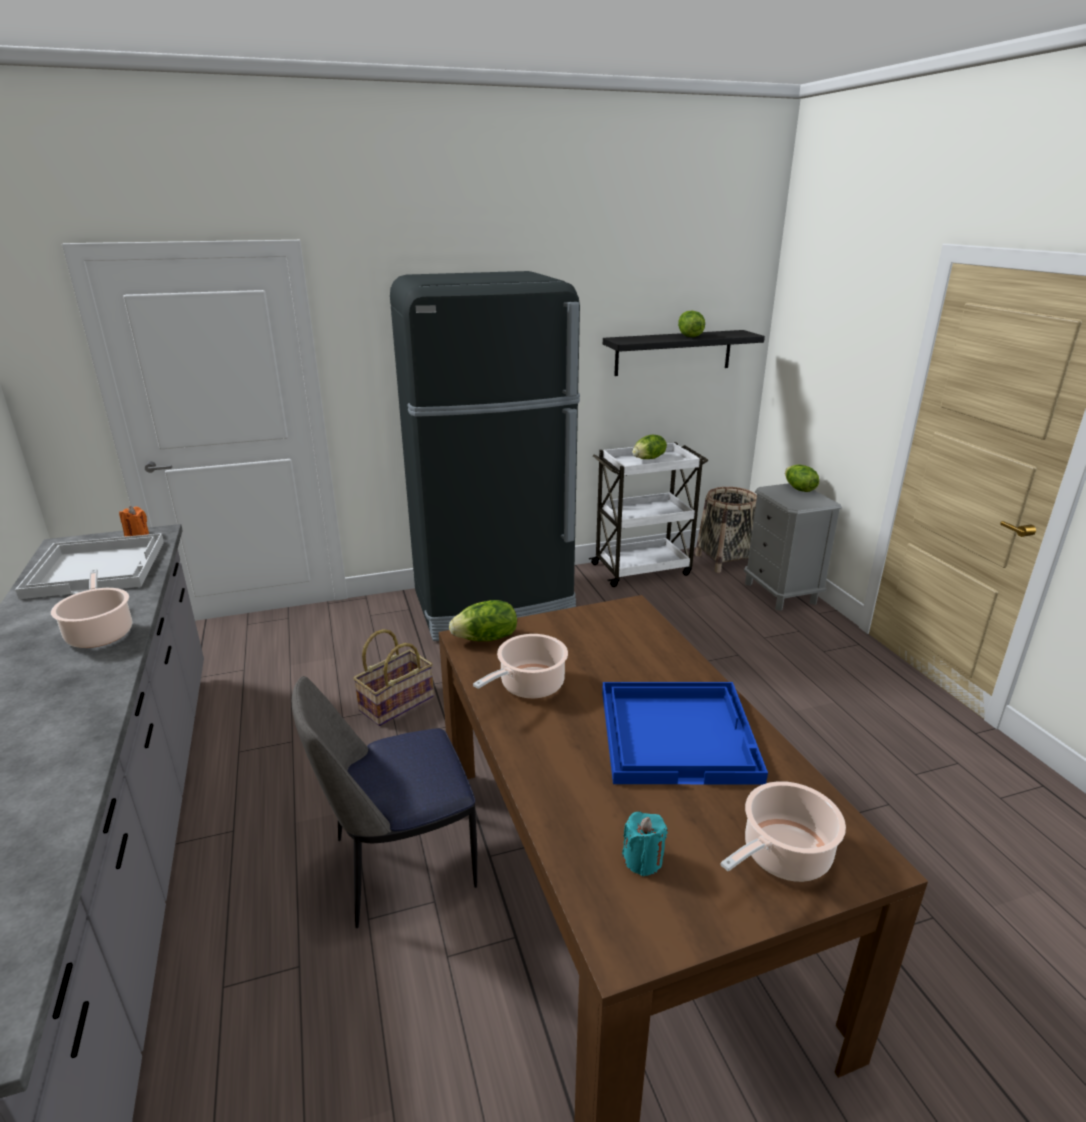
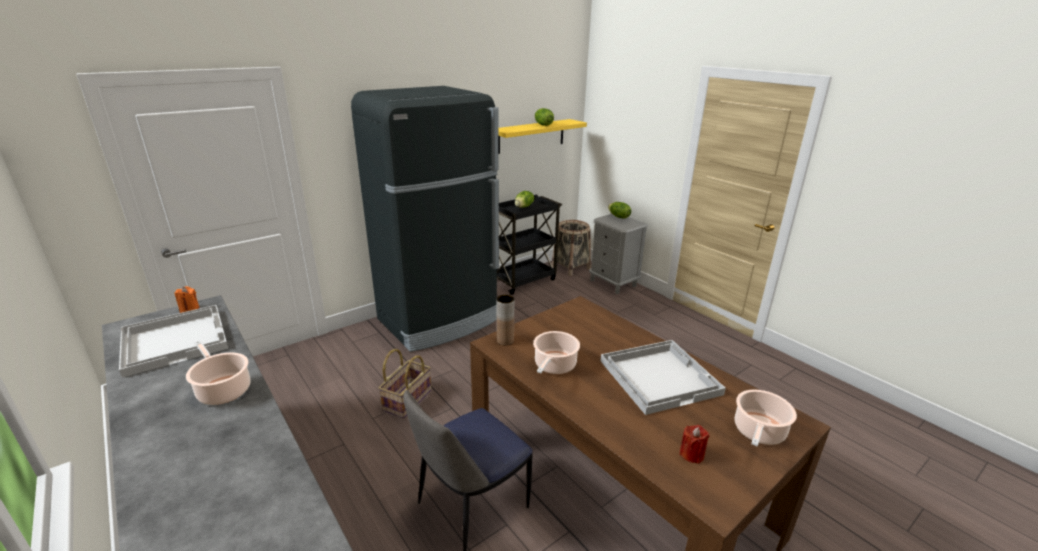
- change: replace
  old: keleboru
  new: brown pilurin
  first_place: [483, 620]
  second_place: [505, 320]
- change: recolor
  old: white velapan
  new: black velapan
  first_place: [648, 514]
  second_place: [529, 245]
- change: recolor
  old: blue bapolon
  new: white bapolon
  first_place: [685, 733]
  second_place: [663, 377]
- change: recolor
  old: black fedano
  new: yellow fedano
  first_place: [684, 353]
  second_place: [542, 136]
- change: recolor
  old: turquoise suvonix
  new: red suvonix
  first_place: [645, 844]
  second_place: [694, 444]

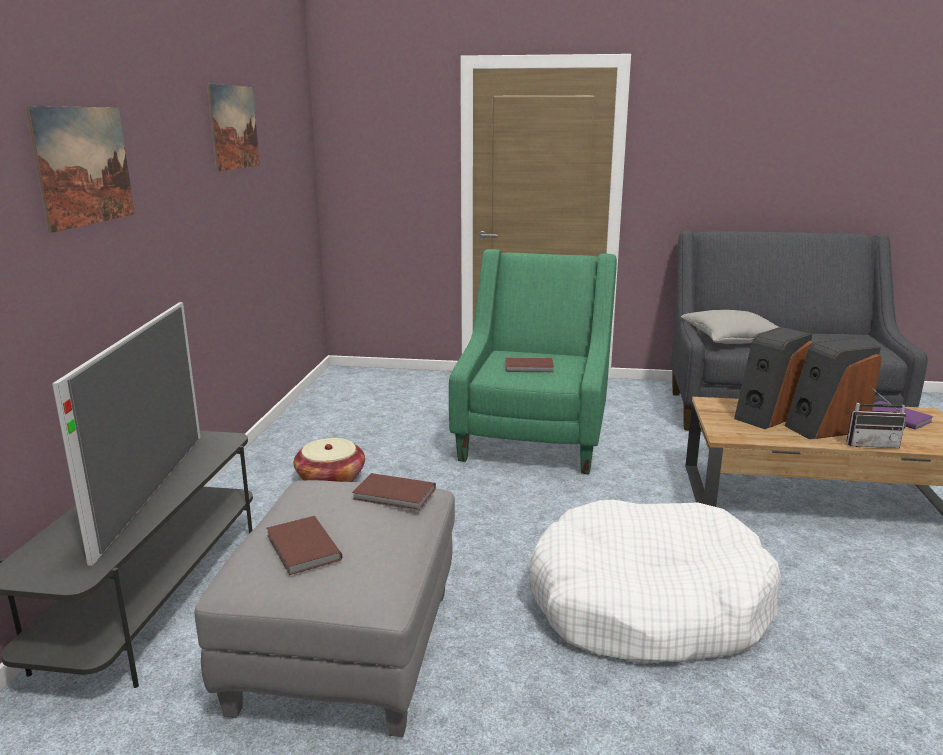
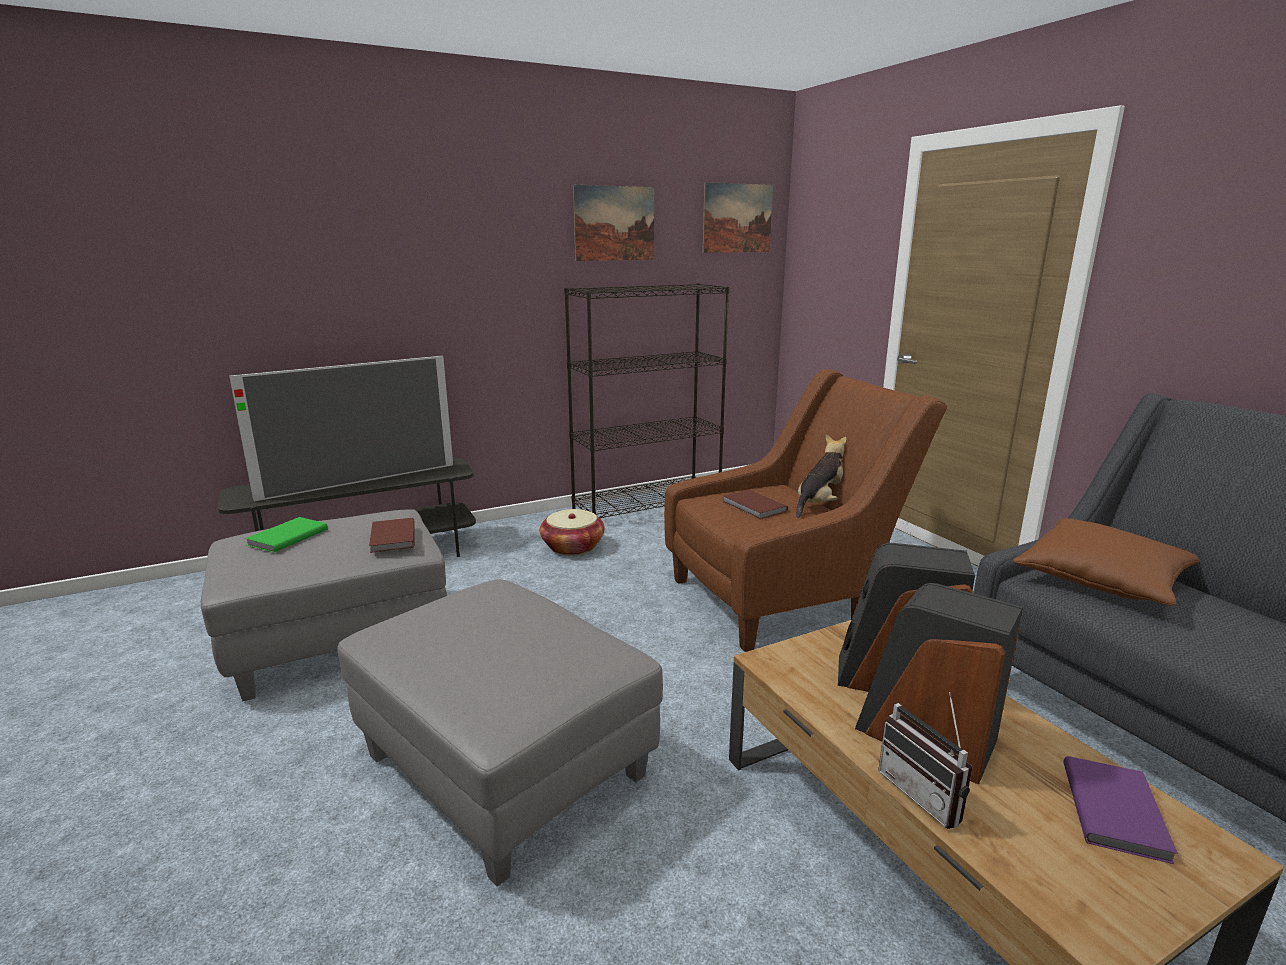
- change: move
  old: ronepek
  first_place: [80, 169]
  second_place: [738, 217]
- change: recolor
  old: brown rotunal
  new: green rotunal
  first_place: [304, 545]
  second_place: [286, 535]
- change: recolor
  old: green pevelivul
  new: brown pevelivul
  first_place: [533, 361]
  second_place: [805, 510]
- change: replace
  old: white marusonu
  new: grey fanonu
  first_place: [654, 582]
  second_place: [500, 733]
- change: recolor
  old: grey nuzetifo
  new: brown nuzetifo
  first_place: [729, 327]
  second_place: [1105, 562]
- change: insert
  new: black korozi
  second_place: [646, 400]
- change: insert
  new: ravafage
  second_place: [821, 476]

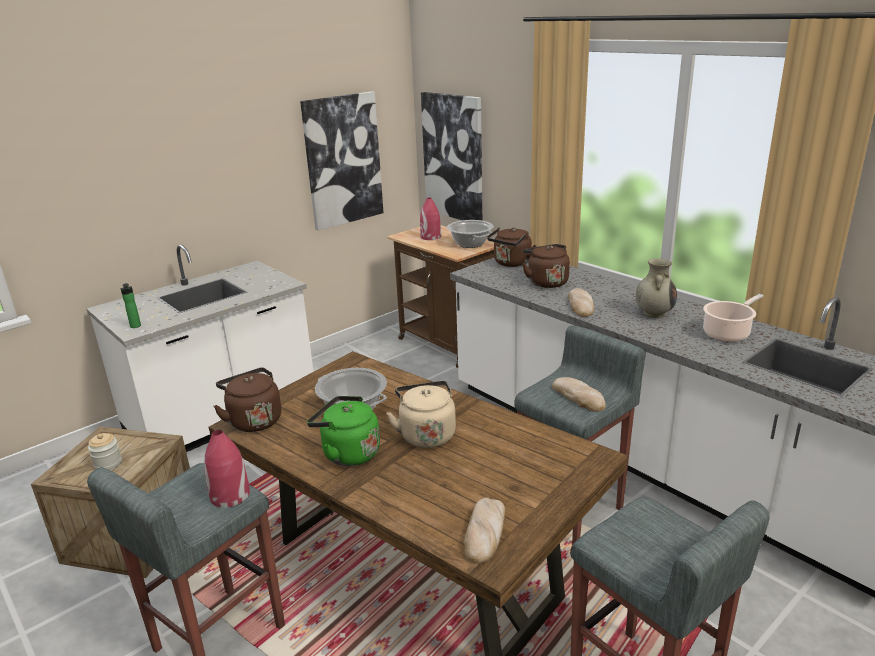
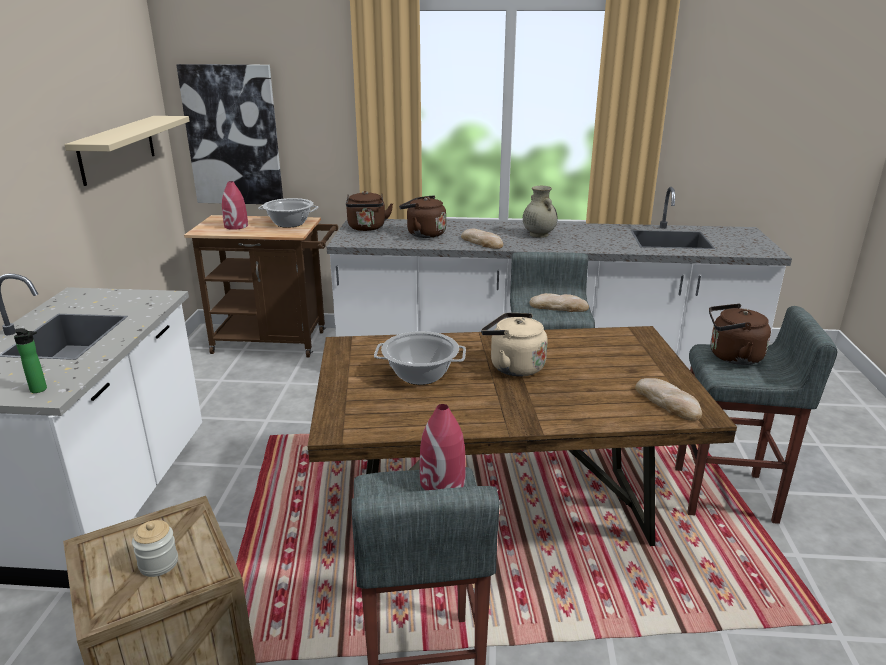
- change: move
  old: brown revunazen
  first_place: [247, 399]
  second_place: [740, 334]
- change: replace
  old: ronepek
  new: beige fedano
  first_place: [342, 161]
  second_place: [127, 151]
- change: delete
  old: green revunazen
  first_place: [343, 431]
- change: delete
  old: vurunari
  first_place: [733, 318]

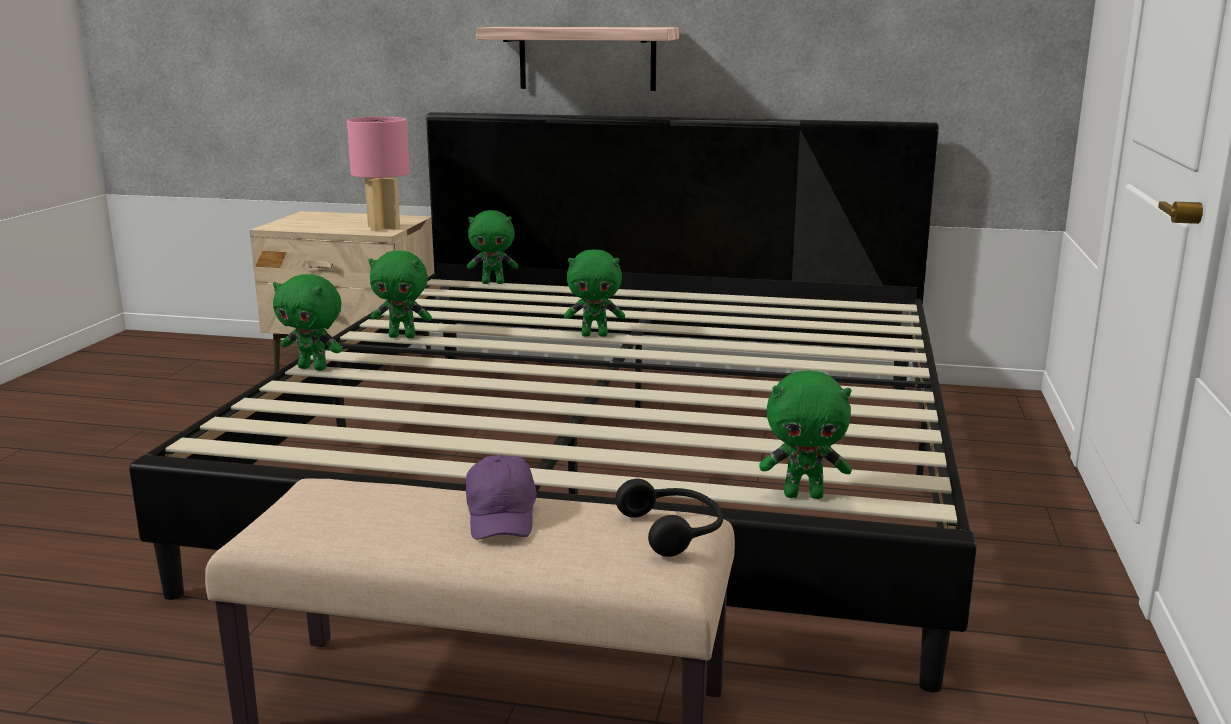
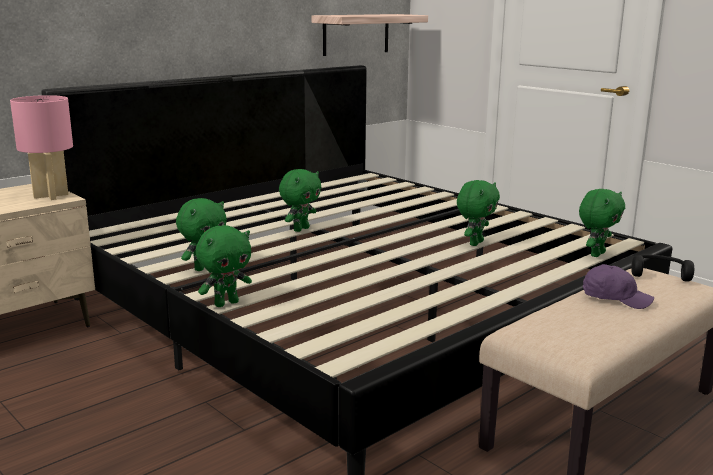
- change: move
  old: green ravafage
  first_place: [492, 247]
  second_place: [478, 213]
- change: move
  old: fedano
  first_place: [577, 59]
  second_place: [369, 35]

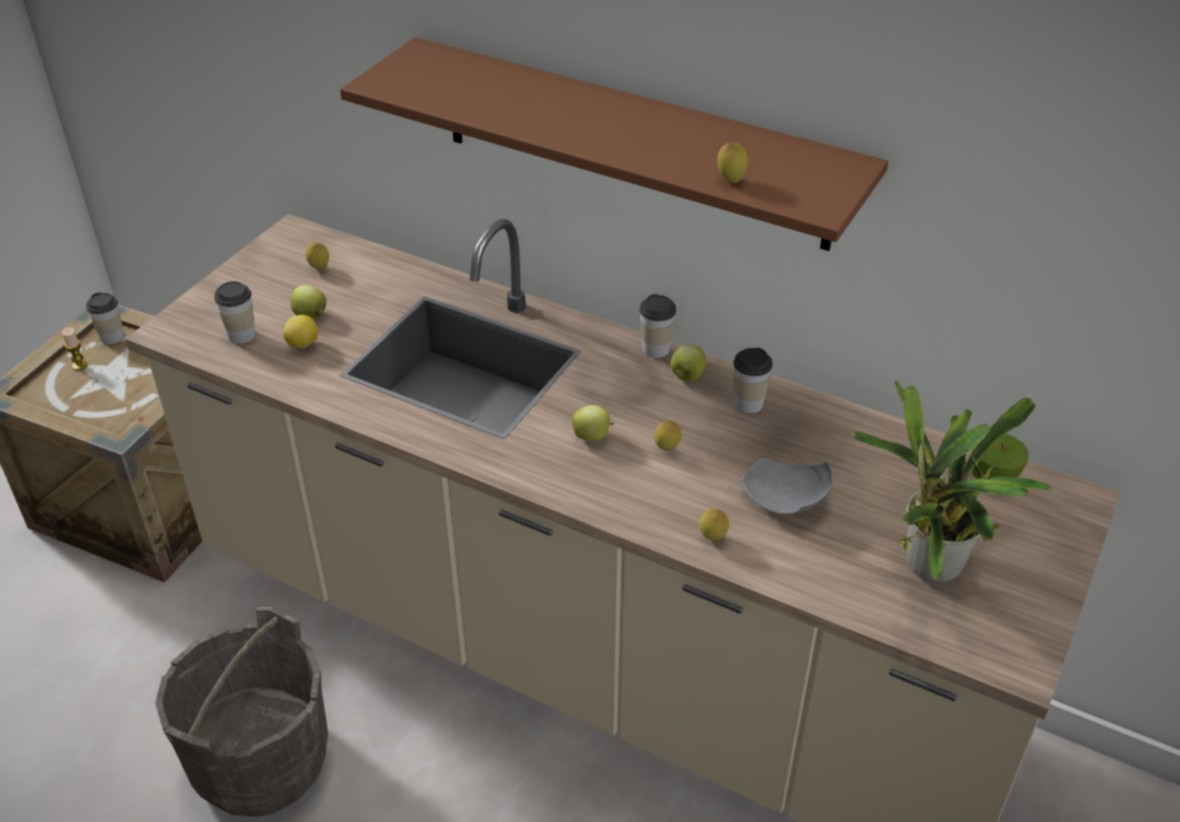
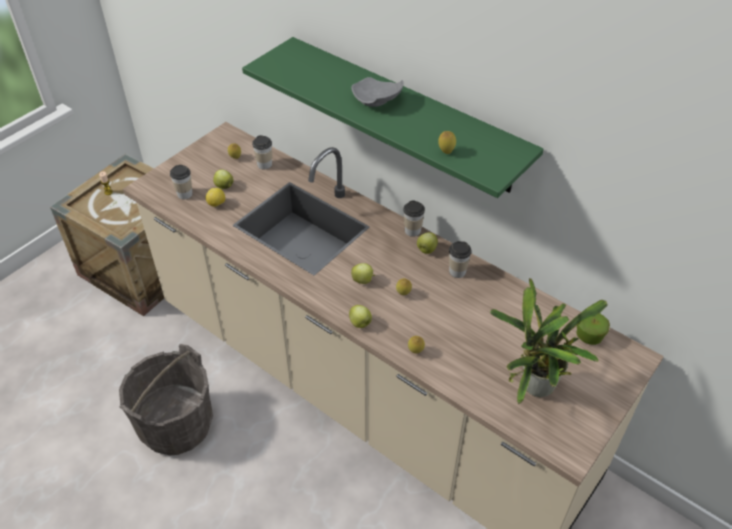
- change: move
  old: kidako
  first_place: [105, 318]
  second_place: [262, 152]
- change: recolor
  old: brown fedano
  new: green fedano
  first_place: [614, 144]
  second_place: [393, 117]
- change: move
  old: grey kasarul
  first_place: [787, 486]
  second_place: [377, 92]
- change: insert
  new: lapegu
  second_place: [360, 316]

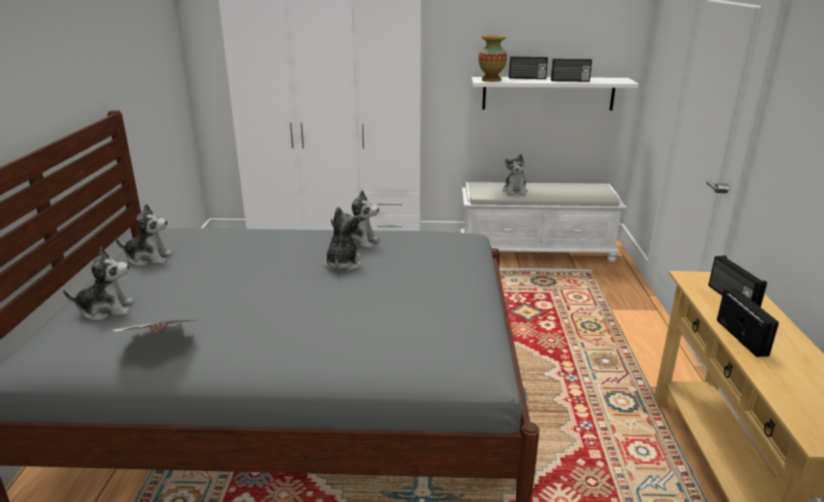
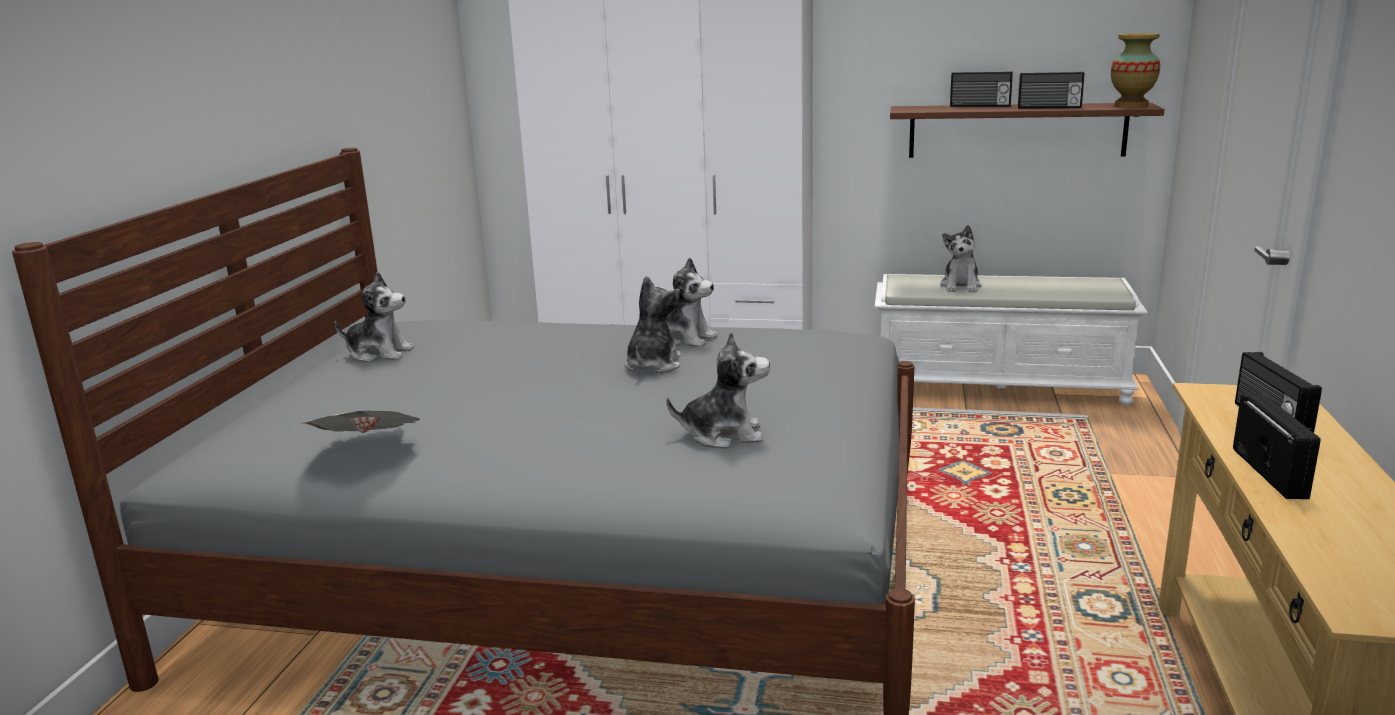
- change: move
  old: ravafage
  first_place: [99, 284]
  second_place: [718, 389]
- change: recolor
  old: white fedano
  new: brown fedano
  first_place: [555, 94]
  second_place: [1027, 130]
- change: move
  old: pilurin
  first_place: [493, 58]
  second_place: [1135, 70]

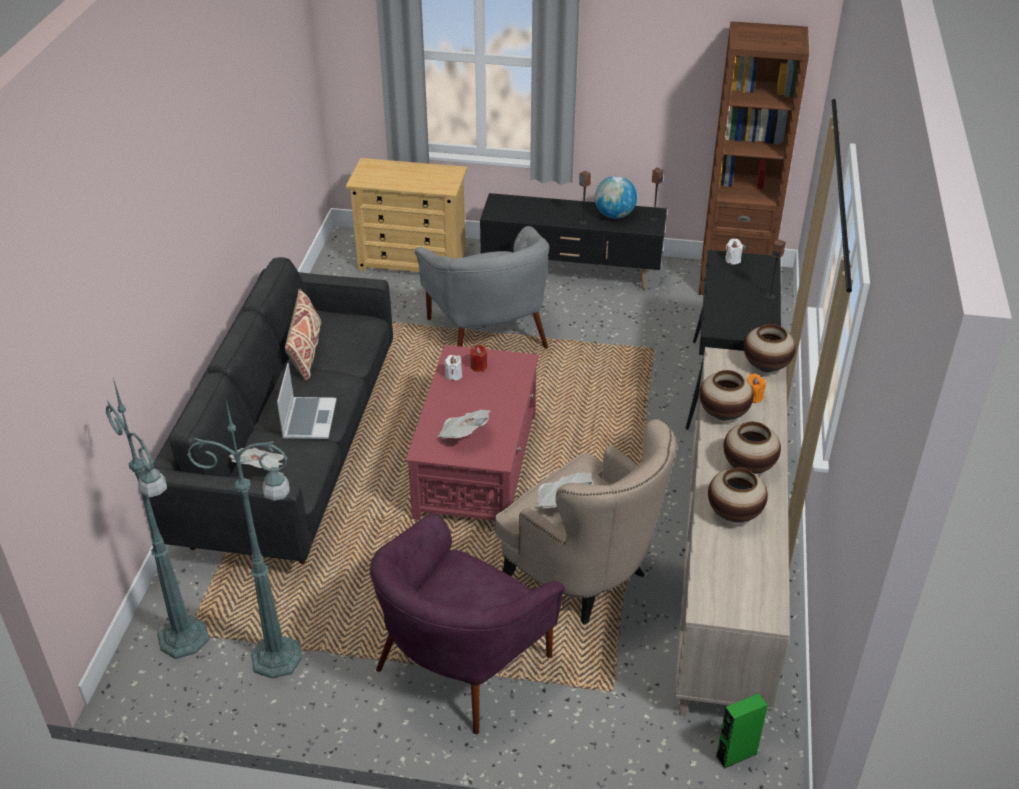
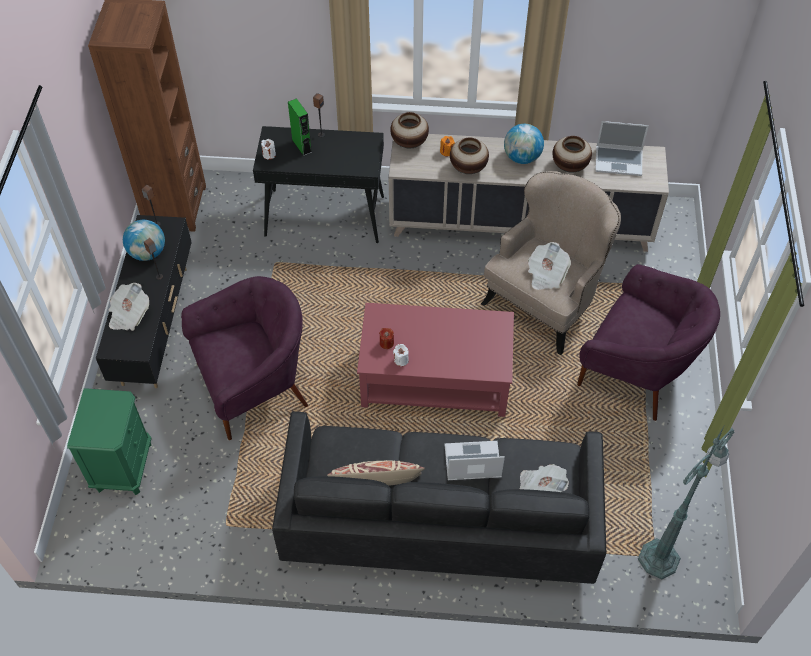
- change: delete
  old: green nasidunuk
  first_place: [244, 537]
- change: replace
  old: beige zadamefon
  new: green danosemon
  first_place: [406, 215]
  second_place: [109, 441]
- change: recolor
  old: grey pevelivul
  new: purple pevelivul
  first_place: [482, 287]
  second_place: [244, 358]
- change: move
  old: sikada
  first_place: [463, 424]
  second_place: [129, 307]
- change: move
  old: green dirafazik
  first_place: [741, 731]
  second_place: [300, 127]
- change: replace
  old: pilurin
  new: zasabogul
  first_place: [752, 448]
  second_place: [524, 144]
- change: insert
  new: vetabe
  second_place: [622, 148]

